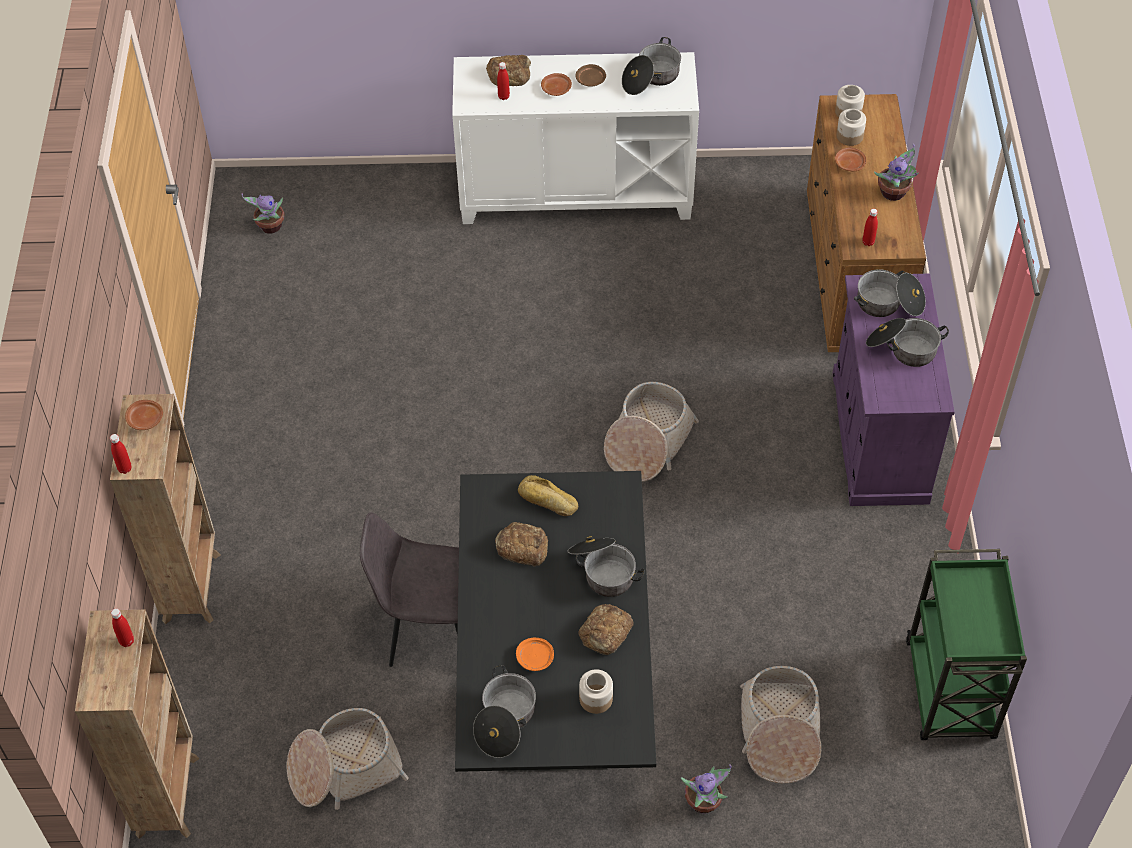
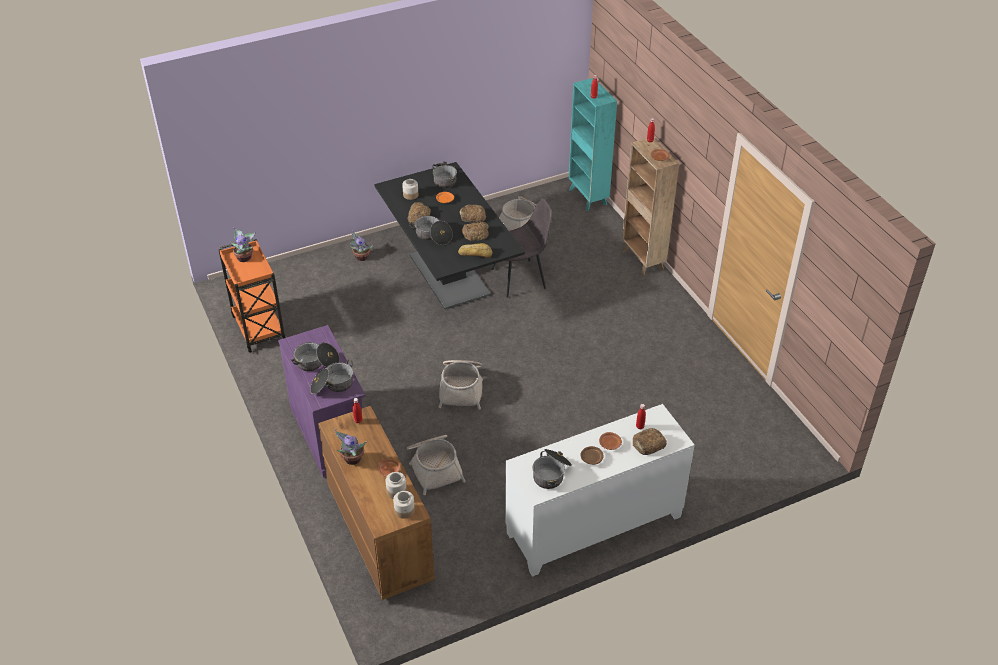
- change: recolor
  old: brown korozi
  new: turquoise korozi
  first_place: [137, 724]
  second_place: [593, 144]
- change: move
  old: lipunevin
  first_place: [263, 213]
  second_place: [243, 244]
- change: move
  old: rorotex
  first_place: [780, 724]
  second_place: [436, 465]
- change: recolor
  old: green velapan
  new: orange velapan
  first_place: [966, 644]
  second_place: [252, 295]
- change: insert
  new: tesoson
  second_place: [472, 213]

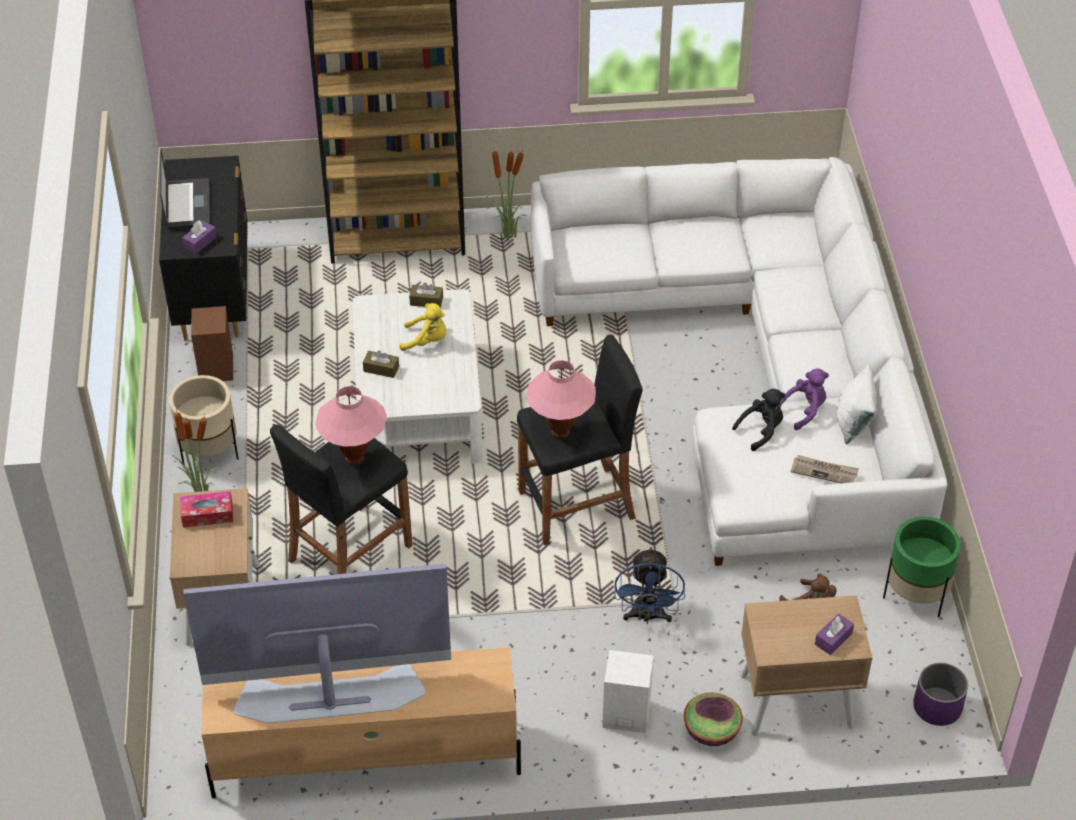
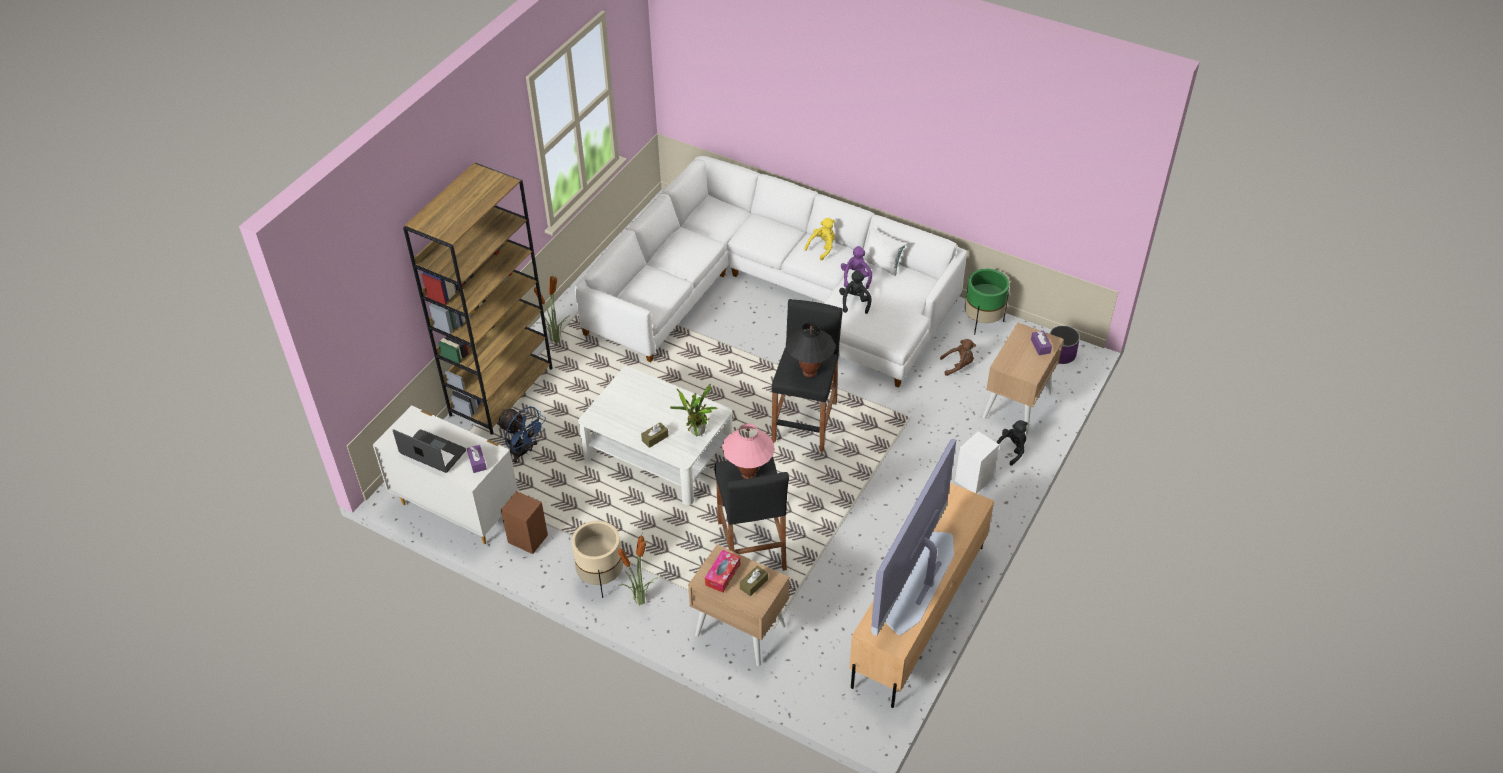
- change: recolor
  old: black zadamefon
  new: white zadamefon
  first_place: [203, 248]
  second_place: [445, 474]
- change: move
  old: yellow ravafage
  first_place: [422, 327]
  second_place: [819, 239]
- change: move
  old: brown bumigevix
  first_place: [426, 295]
  second_place: [754, 581]
- change: recolor
  old: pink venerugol
  new: black venerugol
  first_place: [561, 399]
  second_place: [810, 350]
- change: move
  old: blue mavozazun
  first_place: [650, 585]
  second_place: [521, 435]
- change: replace
  old: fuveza
  new: black ravafage
  first_place: [713, 719]
  second_place: [1012, 442]
- change: delete
  old: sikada
  first_place: [824, 469]
- change: insert
  new: lipunevin
  second_place: [694, 411]

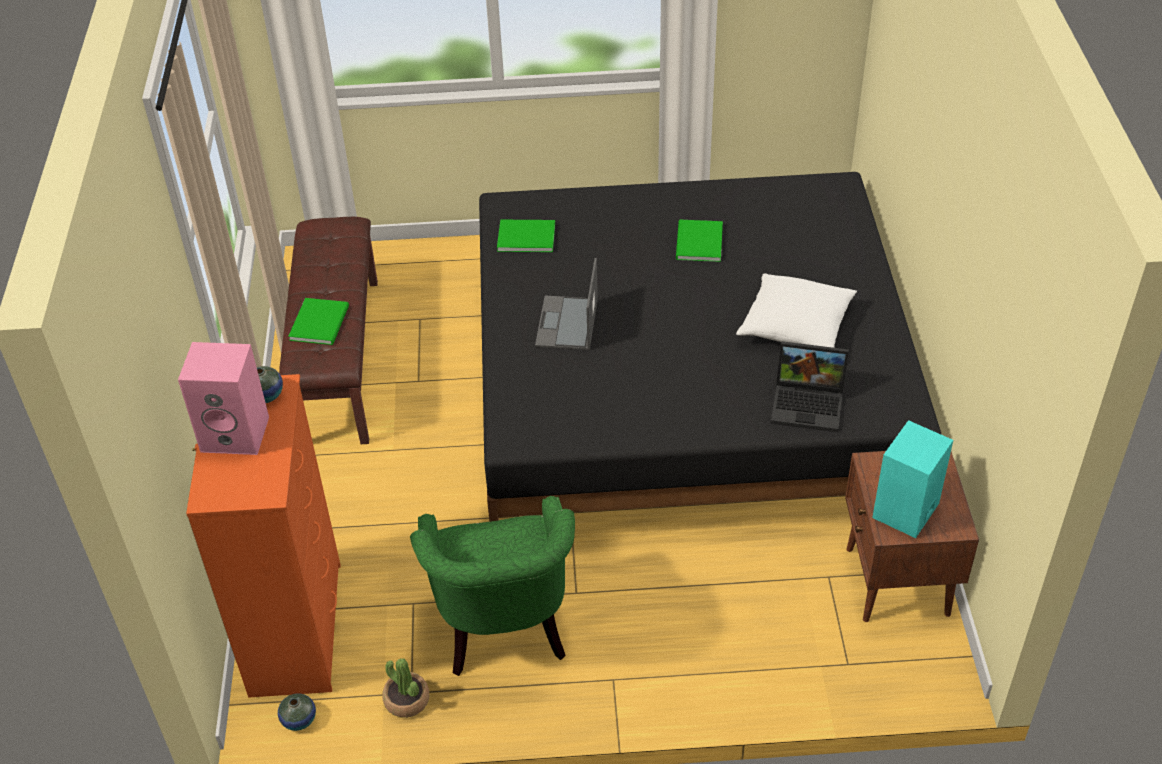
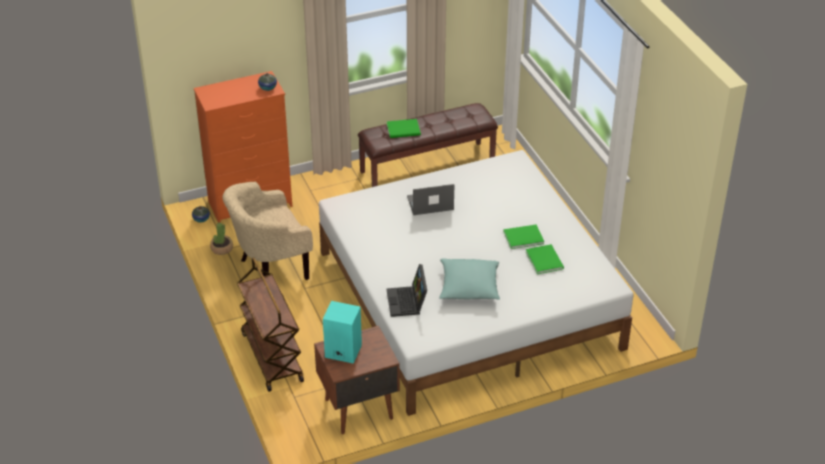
- change: delete
  old: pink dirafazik
  first_place: [223, 398]
- change: recolor
  old: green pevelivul
  new: beige pevelivul
  first_place: [492, 586]
  second_place: [267, 230]
- change: recolor
  old: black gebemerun
  new: white gebemerun
  first_place: [710, 347]
  second_place: [476, 283]
- change: move
  old: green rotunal
  first_place: [526, 236]
  second_place: [545, 259]
- change: recolor
  old: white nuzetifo
  new: turquoise nuzetifo
  first_place: [796, 310]
  second_place: [469, 279]
- change: insert
  new: brown velapan
  second_place: [270, 324]

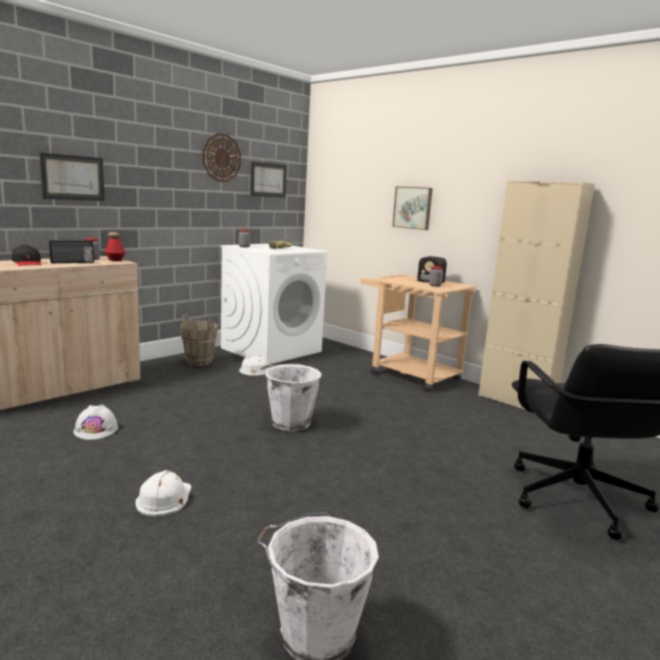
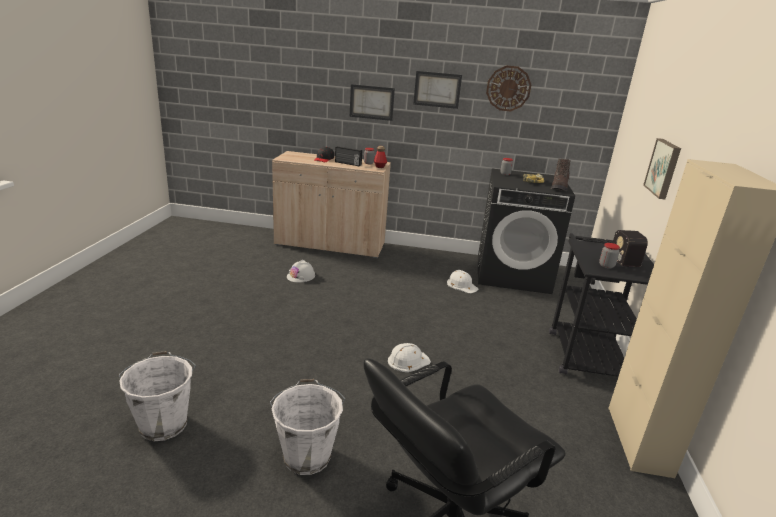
- change: move
  old: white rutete
  first_place: [163, 493]
  second_place: [409, 357]
- change: delete
  old: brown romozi
  first_place: [199, 340]
- change: recolor
  old: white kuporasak
  new: black kuporasak
  first_place: [273, 304]
  second_place: [526, 231]
- change: move
  old: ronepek
  first_place: [268, 180]
  second_place: [437, 90]
- change: move
  old: white romozi
  first_place: [291, 397]
  second_place: [308, 427]
- change: recolor
  old: beige velapan
  new: black velapan
  first_place: [418, 333]
  second_place: [601, 305]
- change: insert
  new: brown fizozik
  second_place: [560, 175]

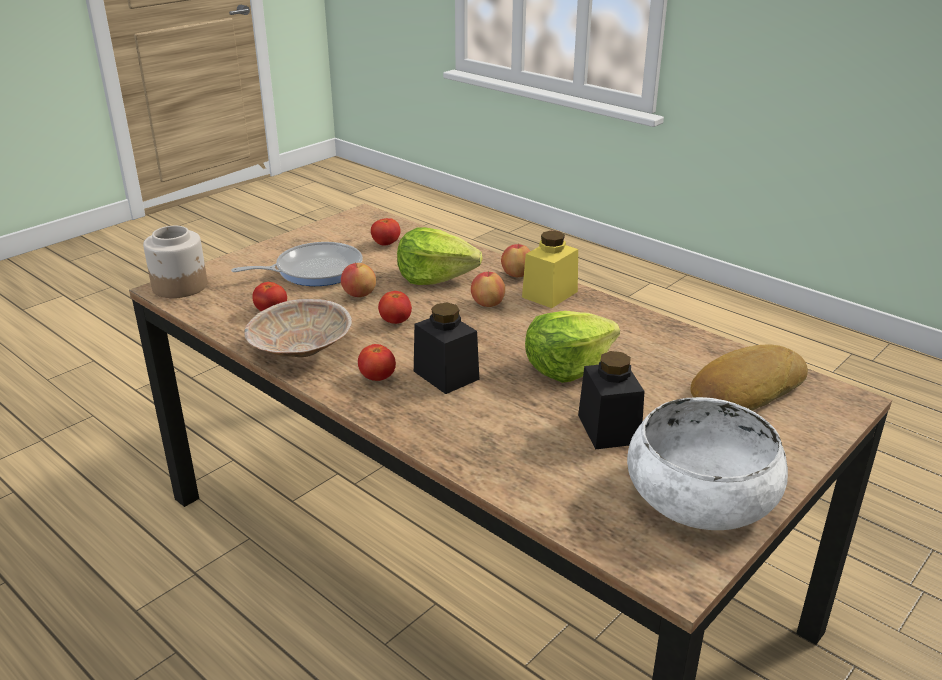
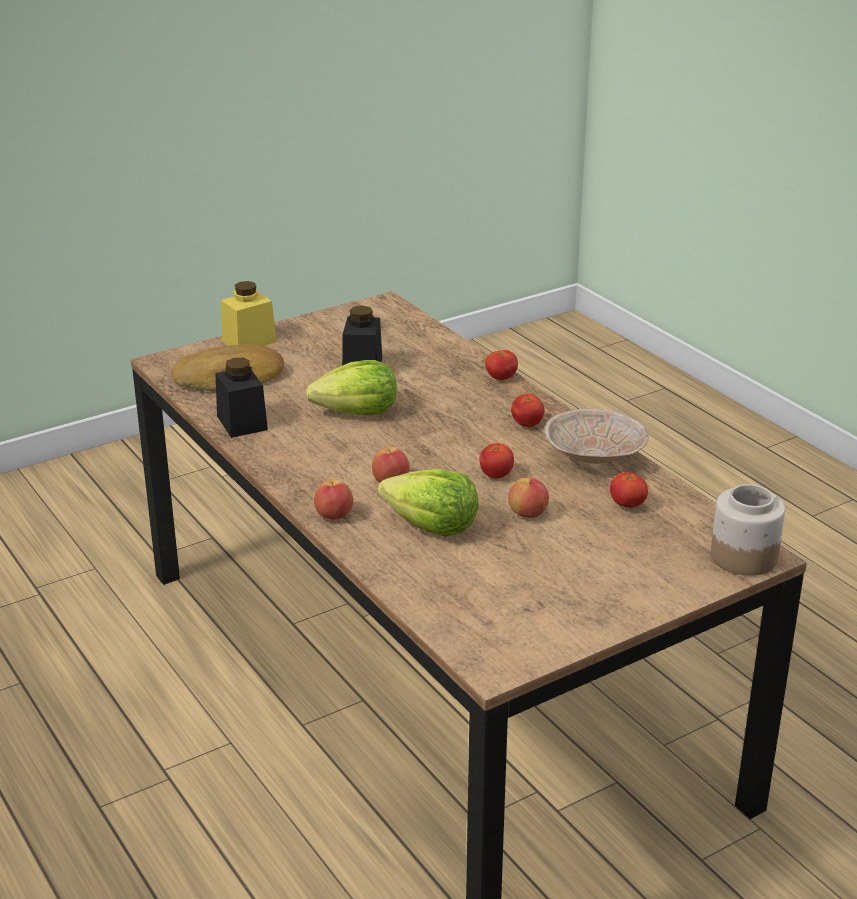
- change: delete
  old: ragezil
  first_place: [297, 264]
- change: move
  old: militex
  first_place: [385, 232]
  second_place: [501, 365]
- change: move
  old: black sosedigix
  first_place: [447, 348]
  second_place: [241, 398]
- change: move
  old: yellow sosedigix
  first_place: [550, 269]
  second_place: [248, 313]
- change: delete
  old: white fuveza
  first_place: [707, 463]

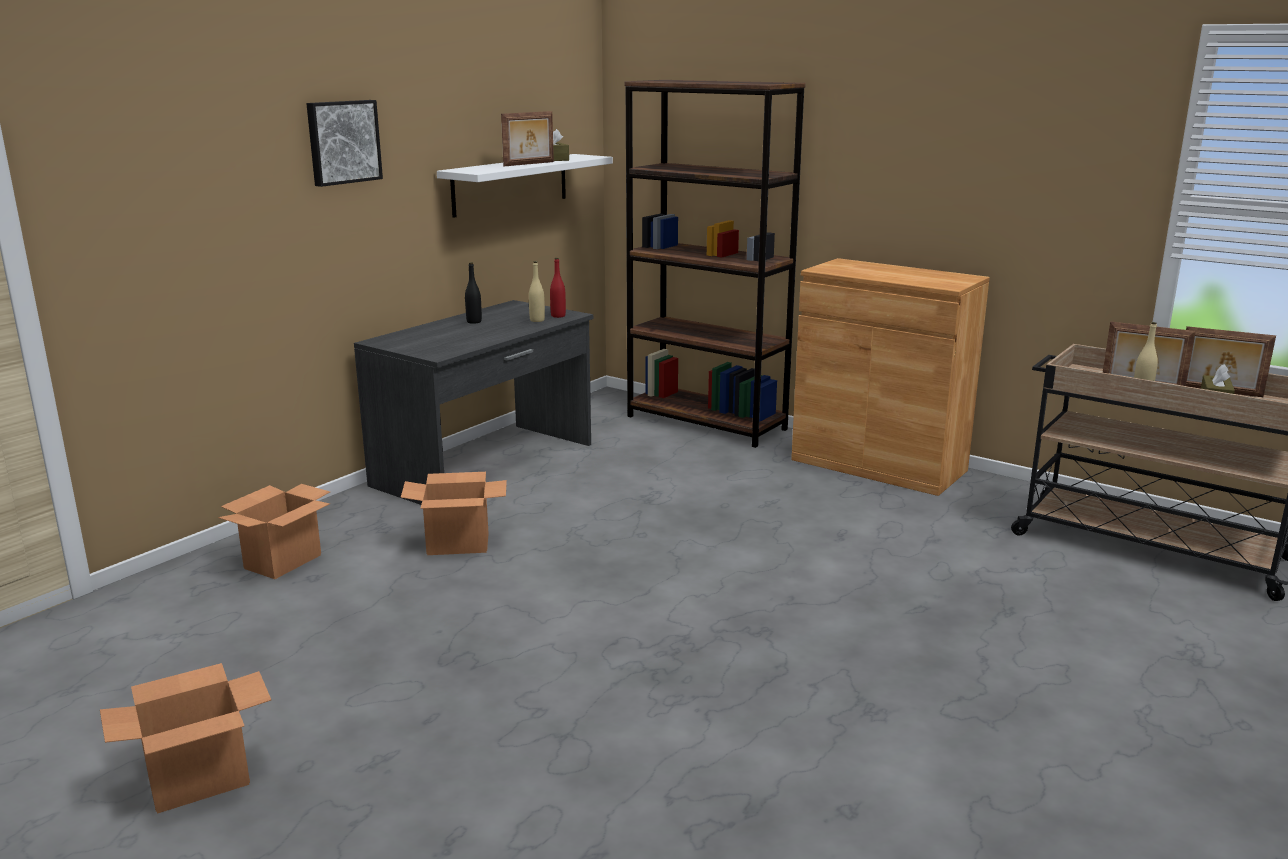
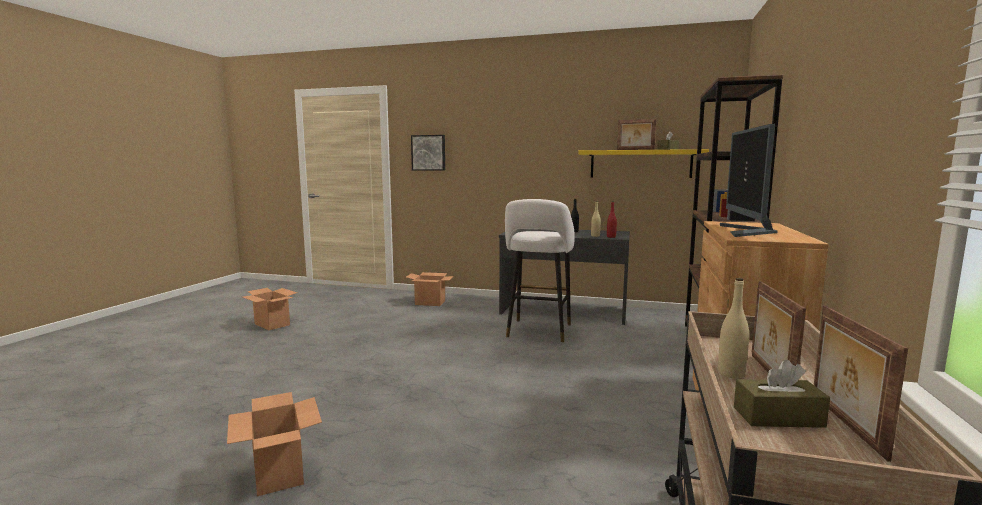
- change: move
  old: ronepek
  first_place: [344, 143]
  second_place: [428, 153]
- change: move
  old: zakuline
  first_place: [454, 513]
  second_place: [274, 444]
- change: recolor
  old: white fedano
  new: yellow fedano
  first_place: [525, 186]
  second_place: [643, 163]
- change: insert
  new: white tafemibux
  second_place: [540, 270]
- change: insert
  new: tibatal
  second_place: [749, 180]

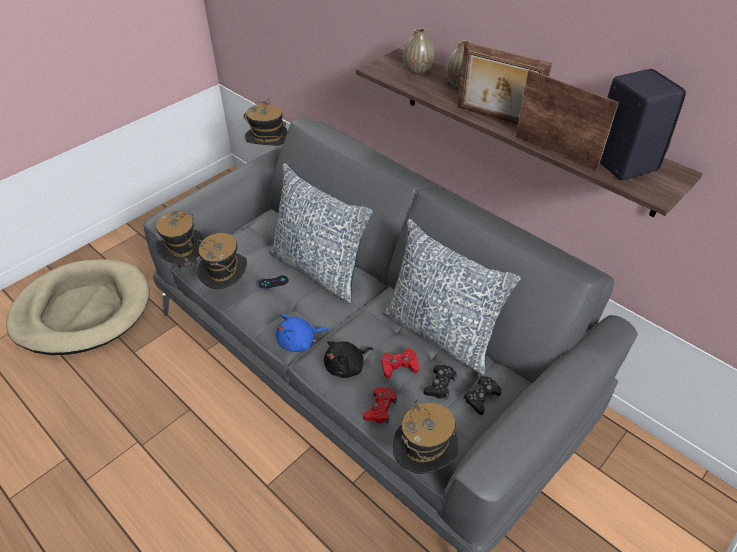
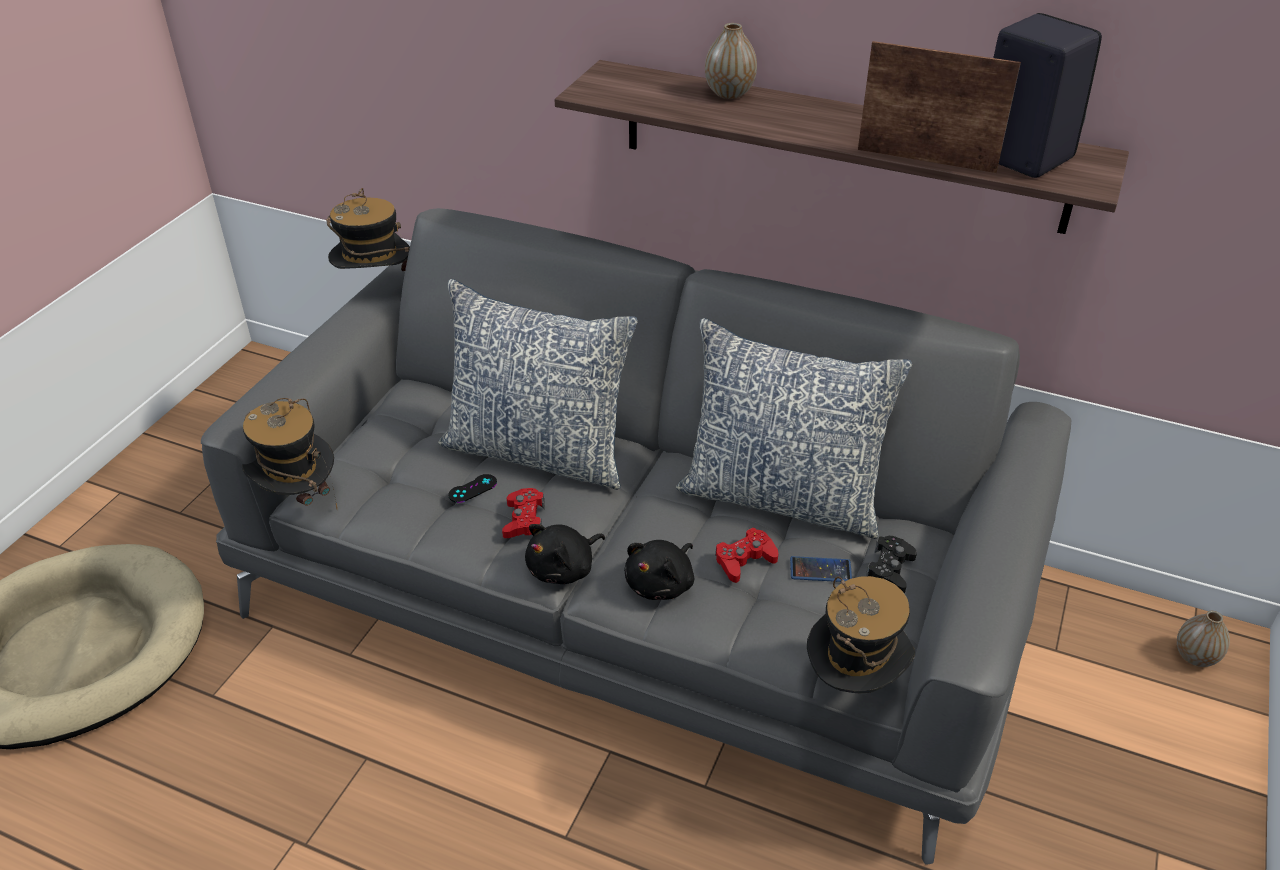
- change: delete
  old: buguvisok
  first_place: [222, 261]
- change: recolor
  old: blue ravafage
  new: black ravafage
  first_place: [302, 333]
  second_place: [565, 554]
- change: move
  old: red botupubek
  first_place: [380, 405]
  second_place: [523, 513]
- change: move
  old: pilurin
  first_place: [419, 51]
  second_place: [1203, 639]
- change: replace
  old: black botupubek
  new: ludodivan
  first_place: [440, 382]
  second_place: [821, 569]
- change: delete
  old: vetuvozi
  first_place: [504, 83]

